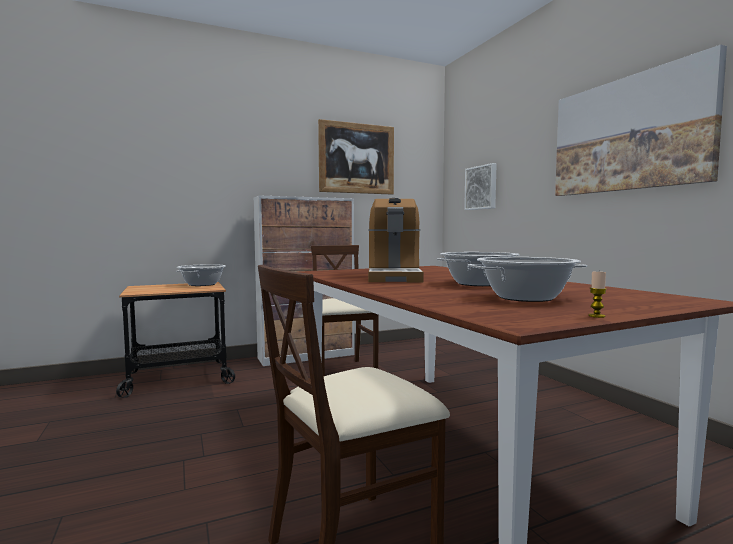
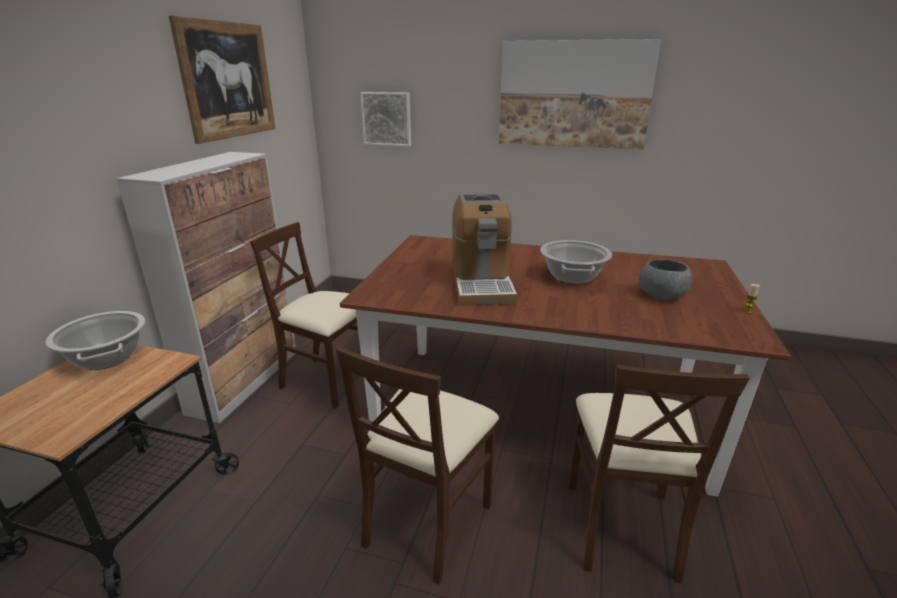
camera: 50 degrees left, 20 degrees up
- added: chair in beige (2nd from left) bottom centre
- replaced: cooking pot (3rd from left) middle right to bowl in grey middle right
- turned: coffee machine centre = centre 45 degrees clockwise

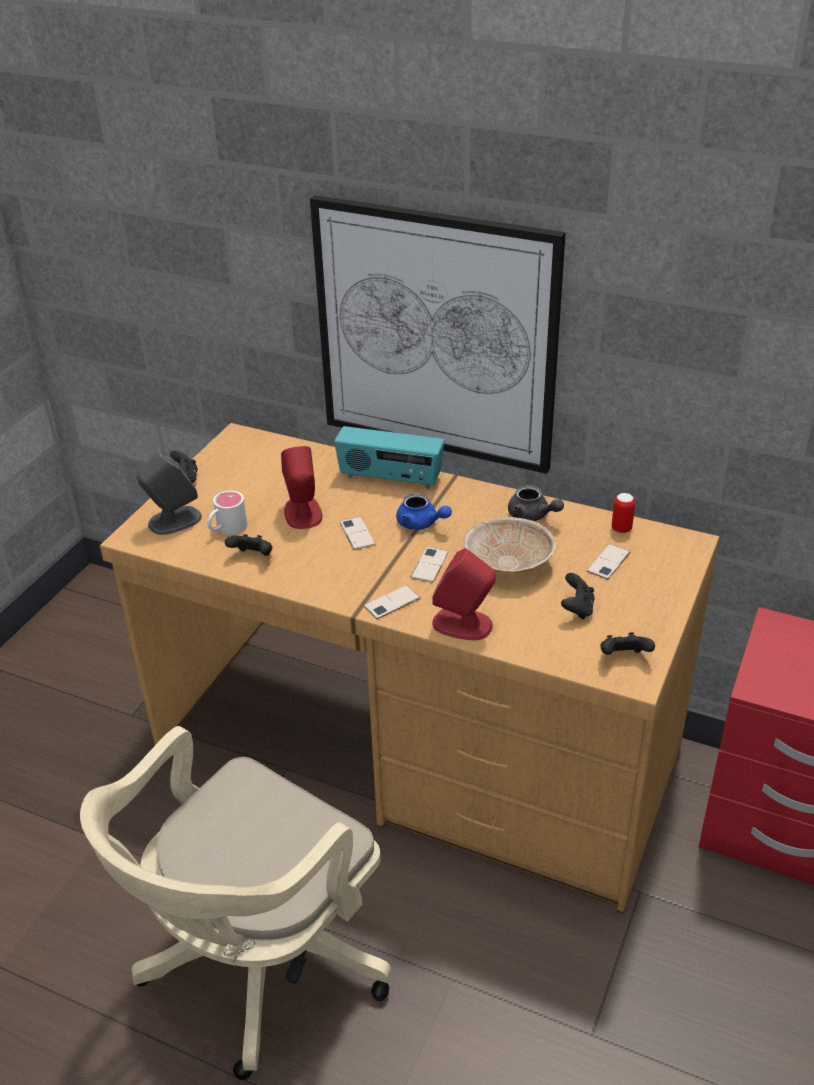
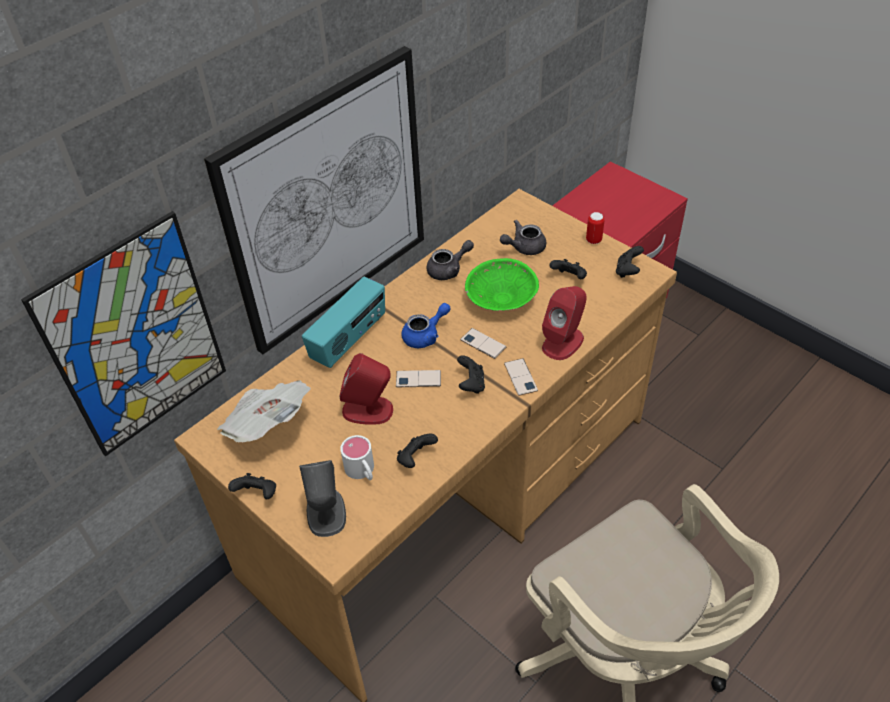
camera: 70 degrees left, 10 degrees up
- added: picture (1st from left) middle left
- added: newspaper middle left
- added: game controller in black (3rd from left) centre
- moved: can middle right to top right
- replaced: phone (4th from left) middle right to teapot in grey (2nd from left) centre
- recoloured: bowl in beige centre to bowl in green centre

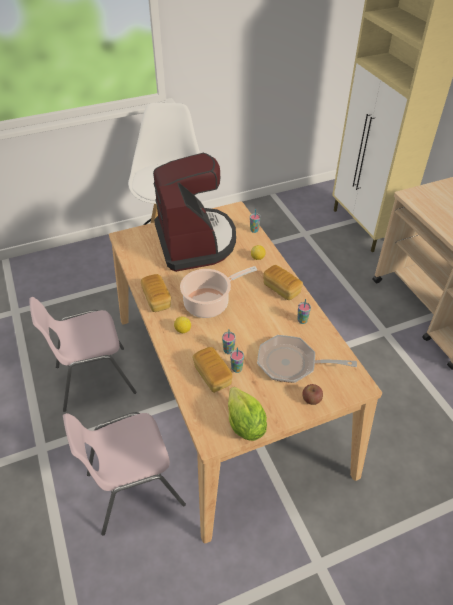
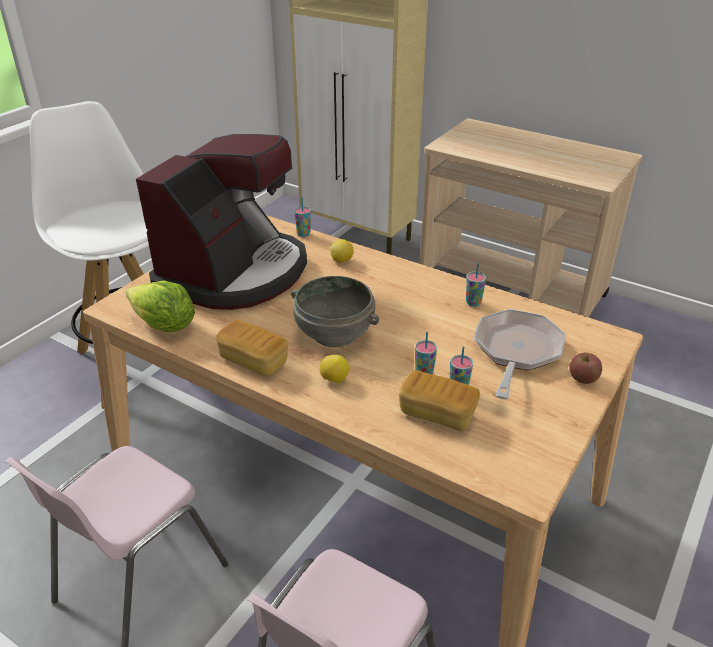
camera: 35 degrees left, 10 degrees down
- removed: bread (3rd from left) centre
- moved: lettuce bottom centre to middle left
- replaced: cooking pot centre to bowl in grey centre
- turned: coffee machine centre = middle left 75 degrees clockwise
- turned: frying pan middle right = middle right 135 degrees clockwise

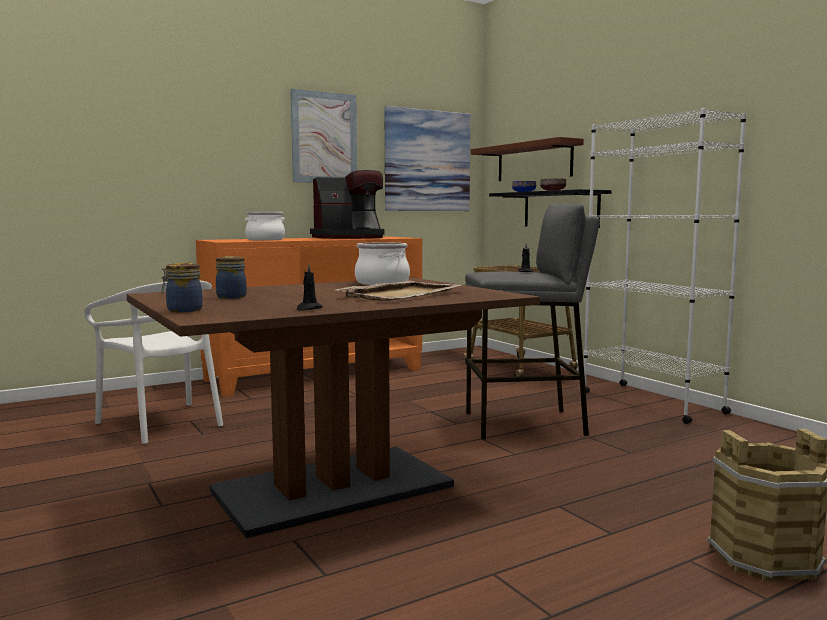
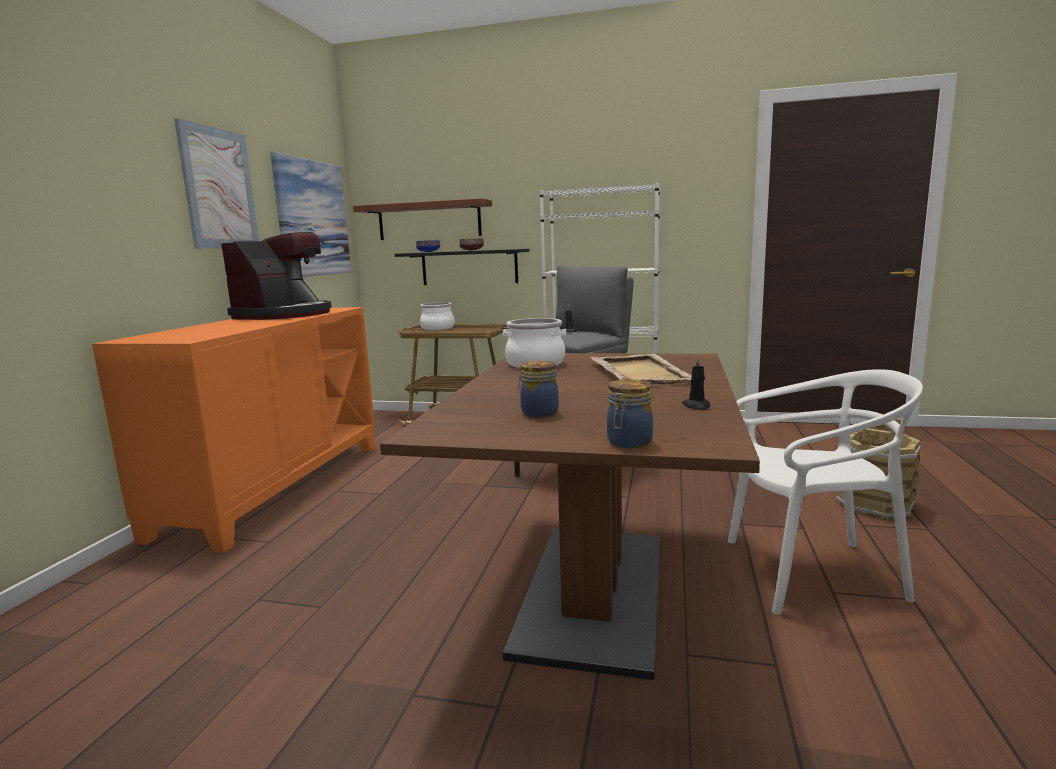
camera: 45 degrees left, 5 degrees up
- moved: chair in white middle left to middle right
- moved: cooking pot (1st from left) middle left to centre

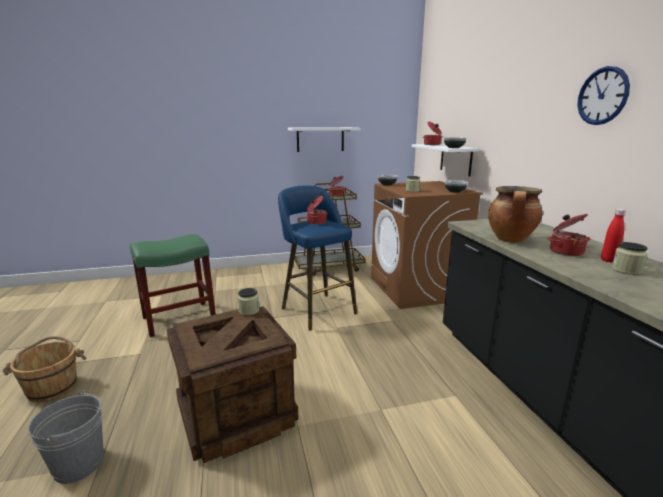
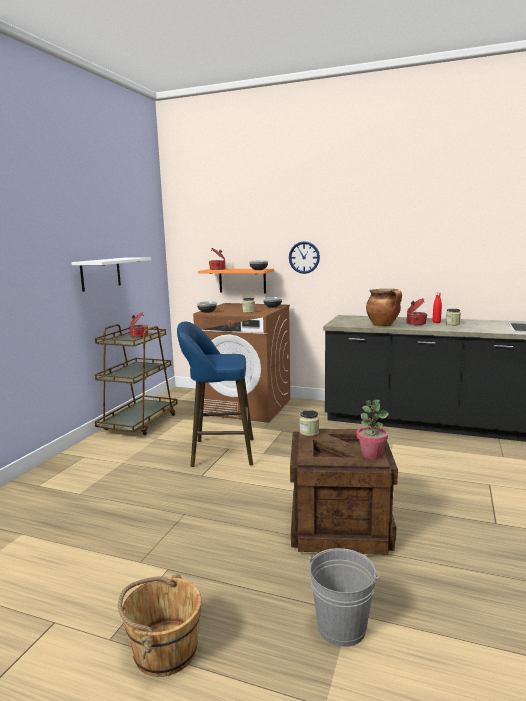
camera: 55 degrees left, 5 degrees down
- removed: stool in green middle left
- removed: cooking pot (1st from left) centre
- added: potted plant middle right
- moved: wall clock top right to centre
- recoloured: shelf in white (2nd from left) top right to shelf in orange centre

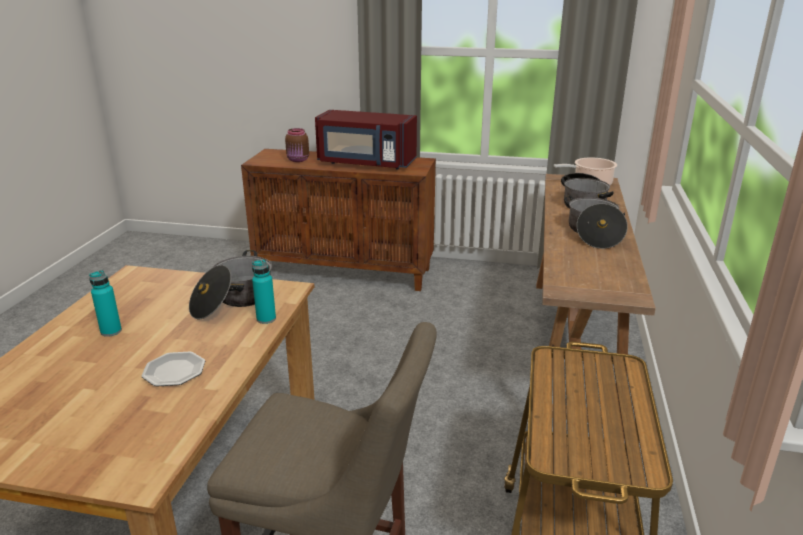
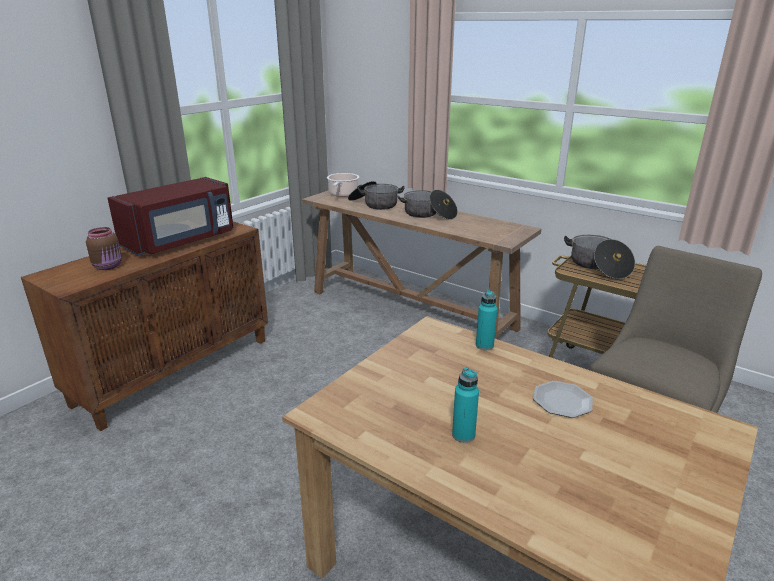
camera: 65 degrees left, 0 degrees up
- moved: cooking pot (1st from left in the first image) middle left to cooking pot (4th from left) middle right

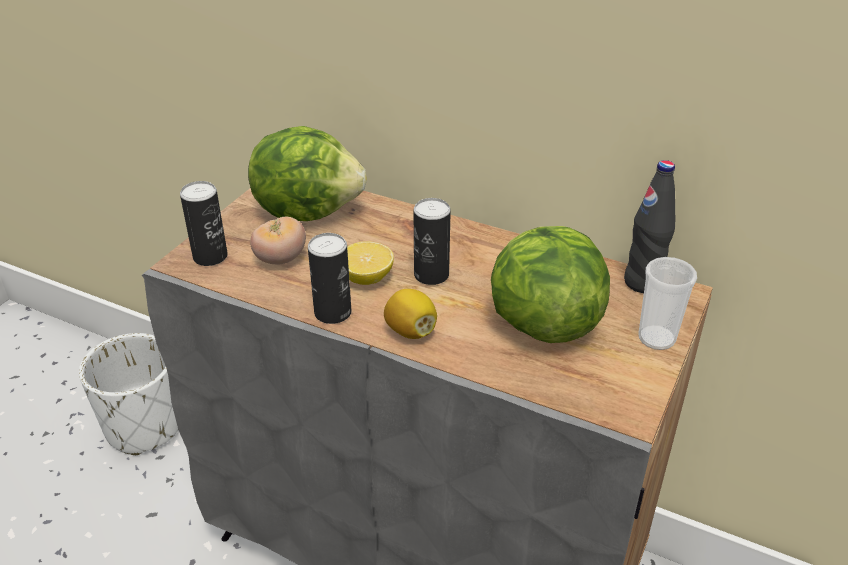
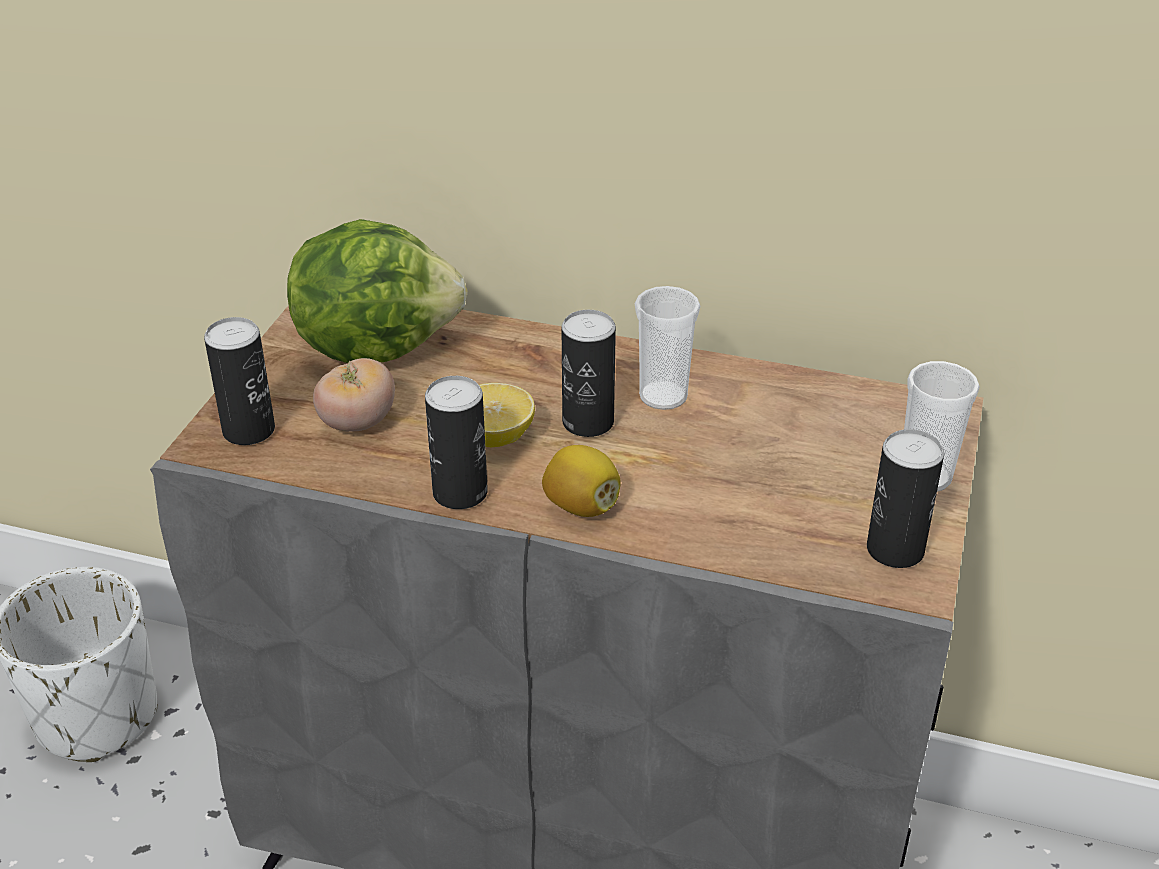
camera: 10 degrees left, 0 degrees up
- removed: lettuce (2nd from left) centre
- removed: bottle in black middle right
- added: cup (1st from left) centre
- added: can (4th from left) middle right

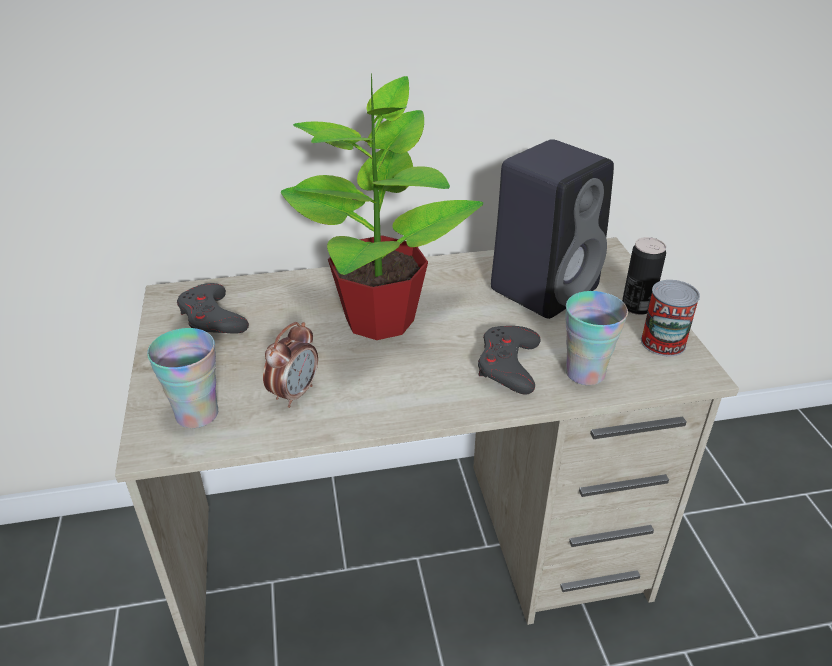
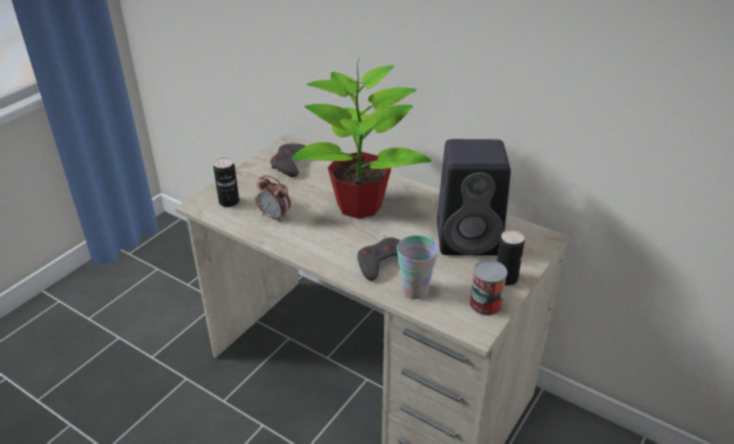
camera: 45 degrees right, 0 degrees up
- replaced: cup (1st from left) middle left to can (1st from left) middle left
- turned: alarm clock centre = centre 45 degrees clockwise

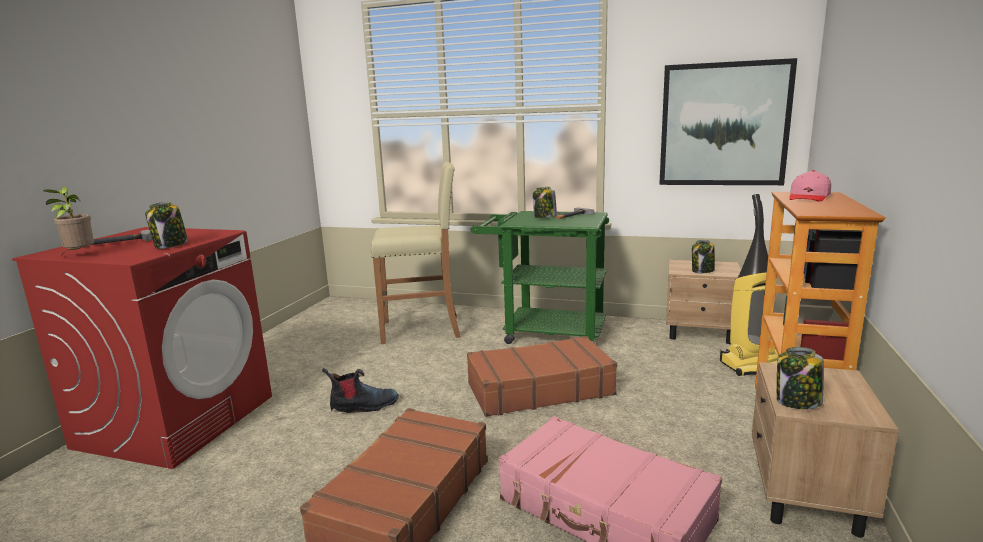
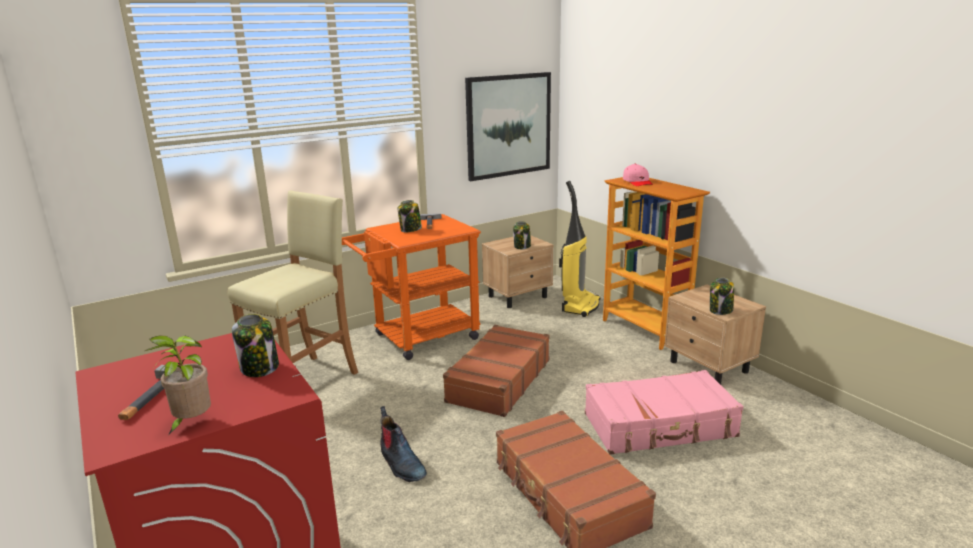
camera: 50 degrees left, 5 degrees up
- recoloured: cart in green centre to cart in orange centre
- turned: boot bottom centre = bottom centre 120 degrees clockwise

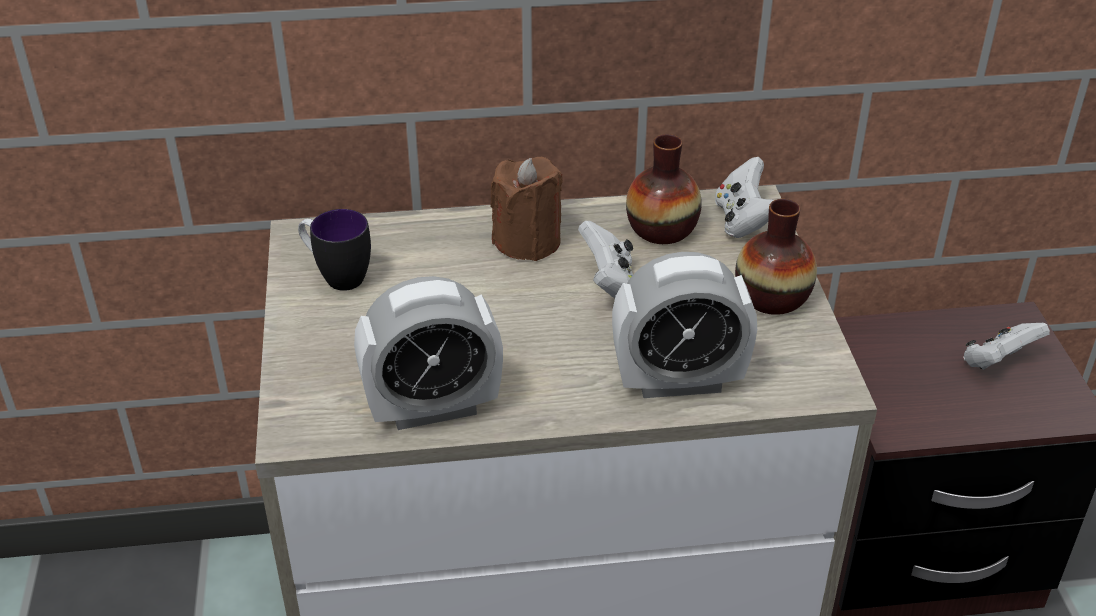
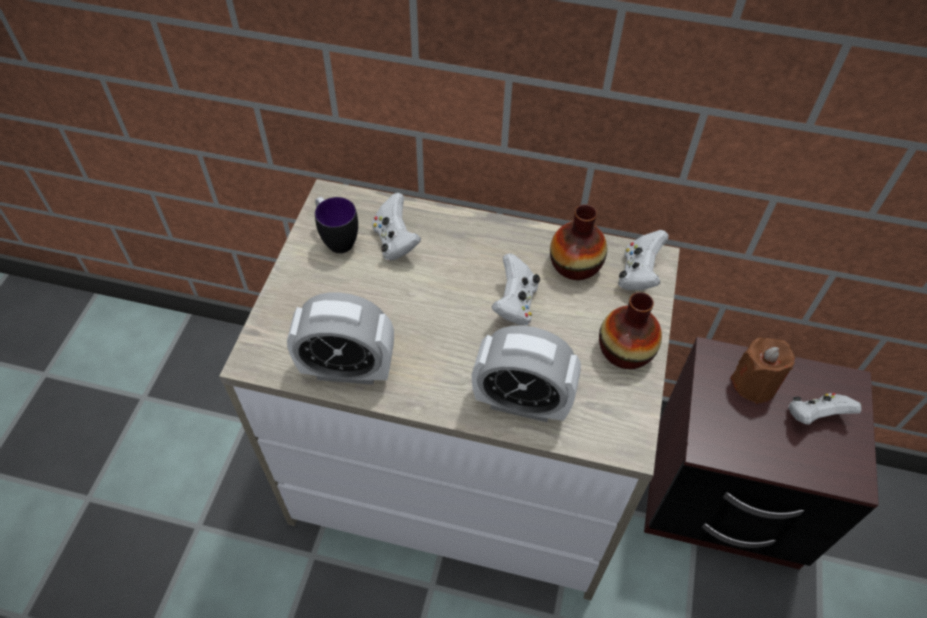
camera: 20 degrees right, 15 degrees up
- added: game controller in white (1st from left) centre
- moved: candle in brown centre to middle right

